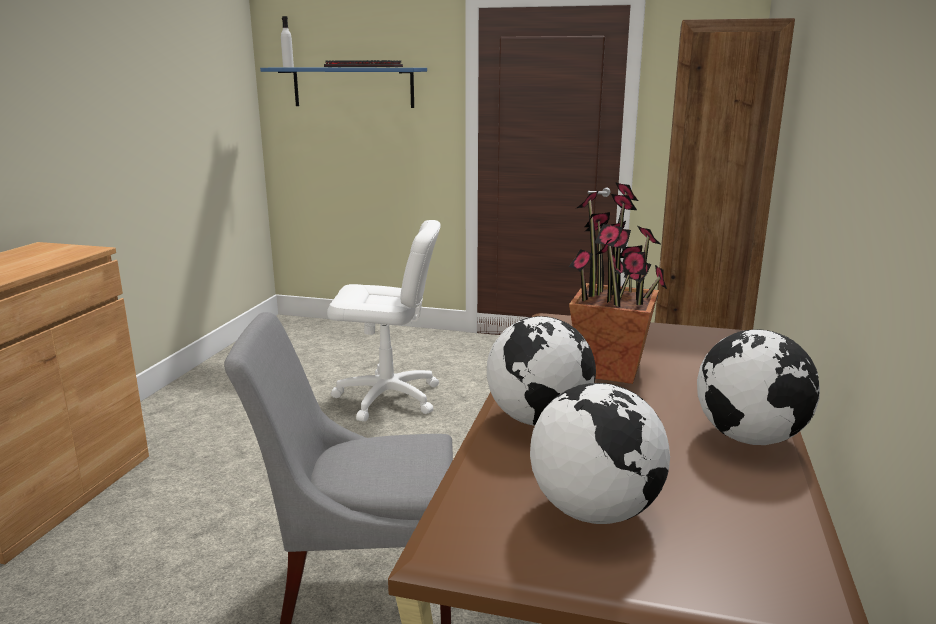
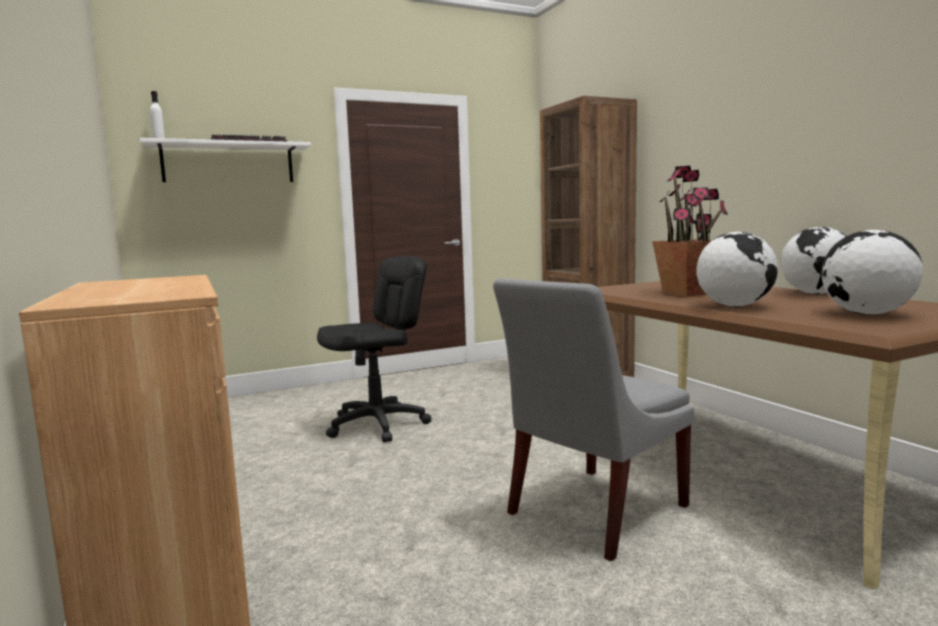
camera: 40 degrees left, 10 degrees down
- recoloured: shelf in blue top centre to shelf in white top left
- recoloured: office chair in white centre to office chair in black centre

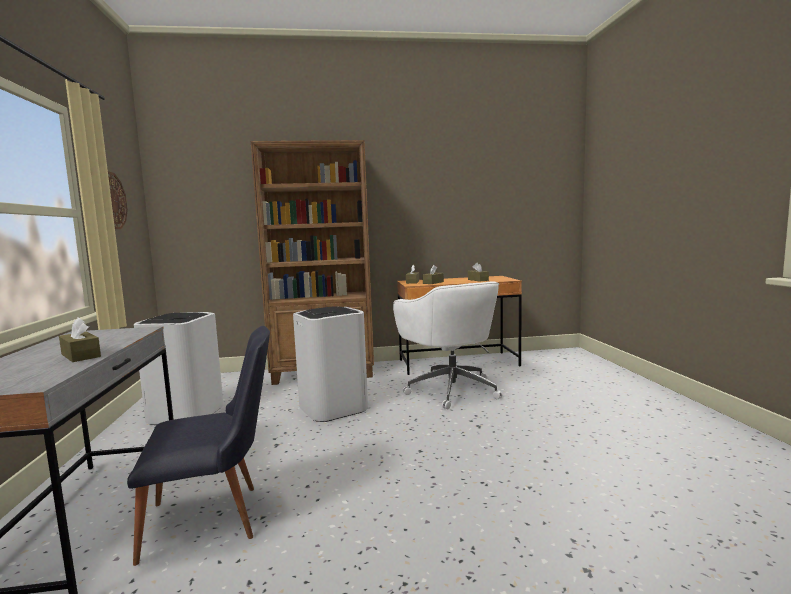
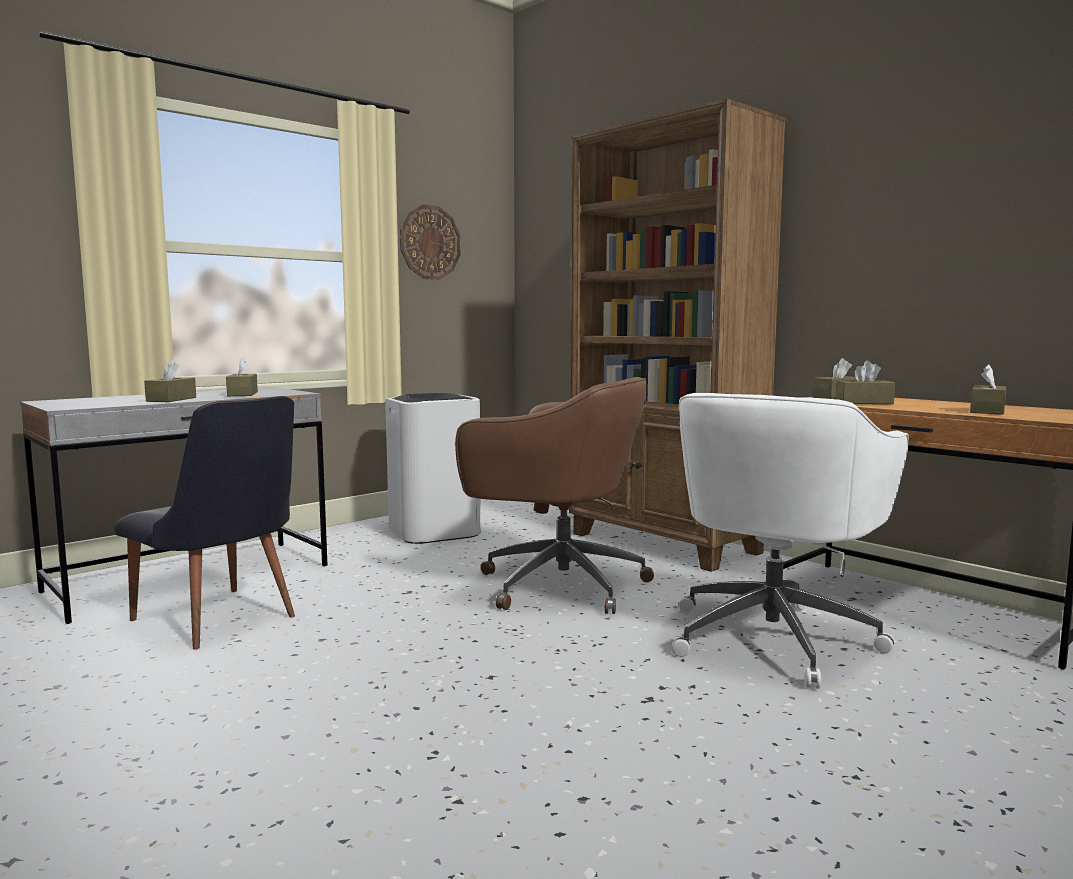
camera: 55 degrees right, 0 degrees up
- added: tissue box in brown (2nd from left) middle left
- replaced: trash can in white (2nd from left) centre to office chair in brown centre

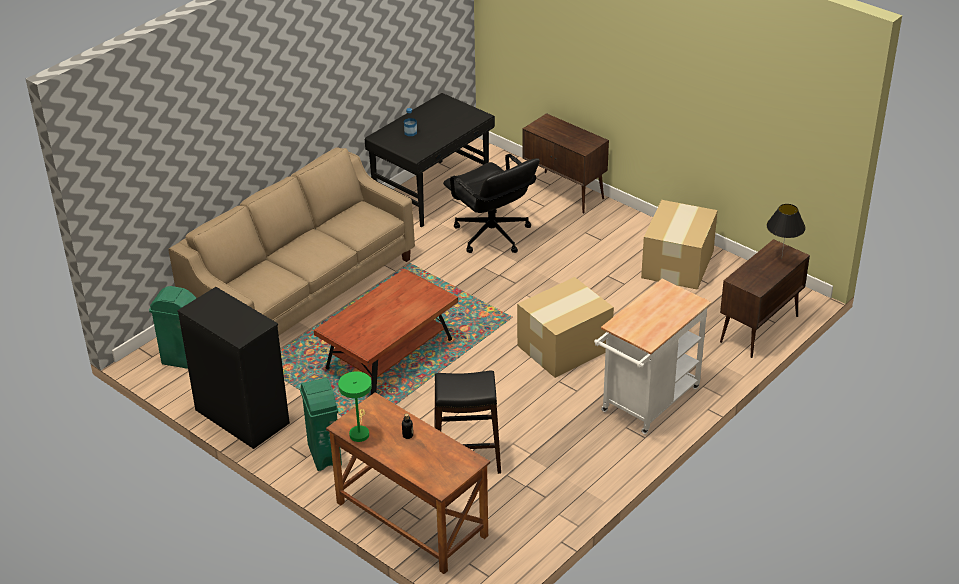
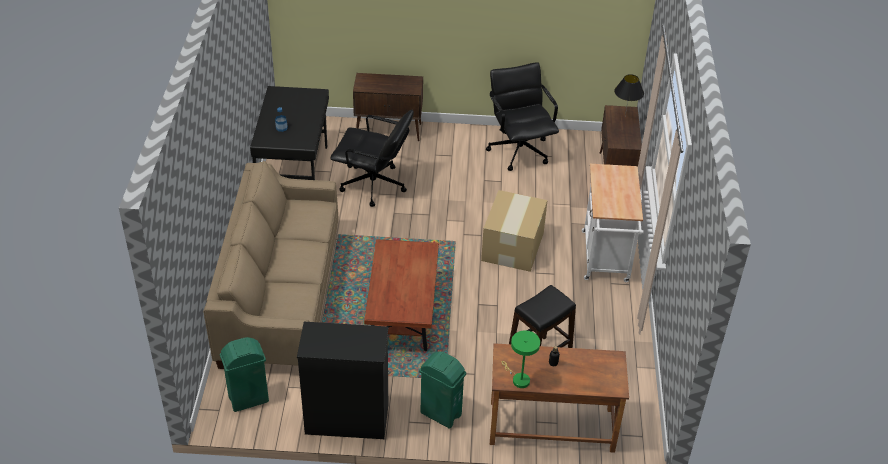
camera: 40 degrees left, 5 degrees up
- replaced: cardboard box (2nd from left) middle right to office chair in black (2nd from left) top centre

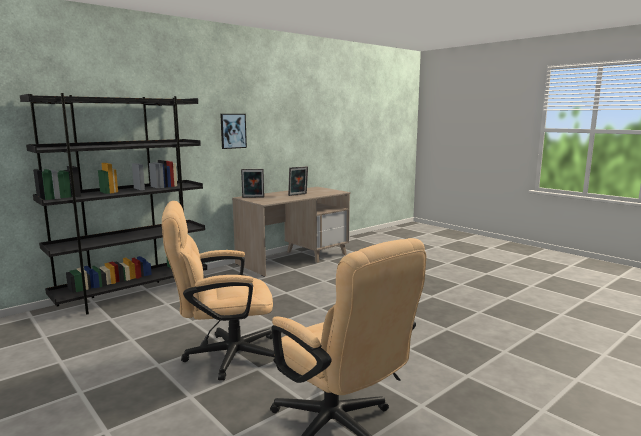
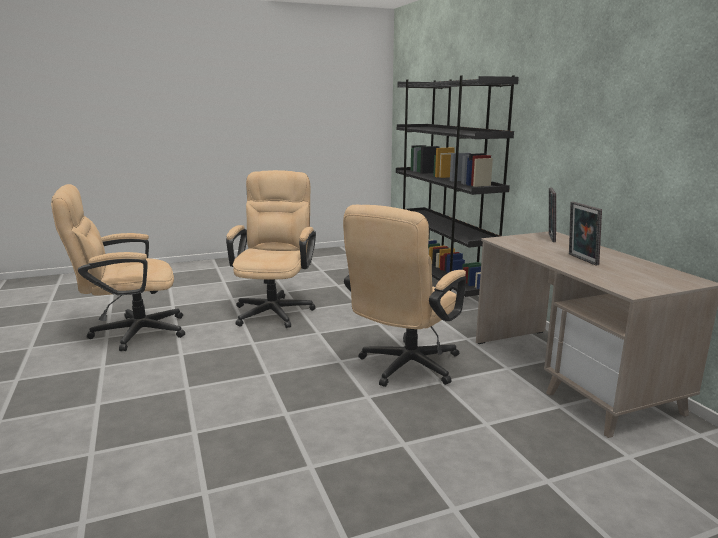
camera: 110 degrees right, 5 degrees up
- removed: picture top centre
- added: office chair in beige (3rd from left) centre

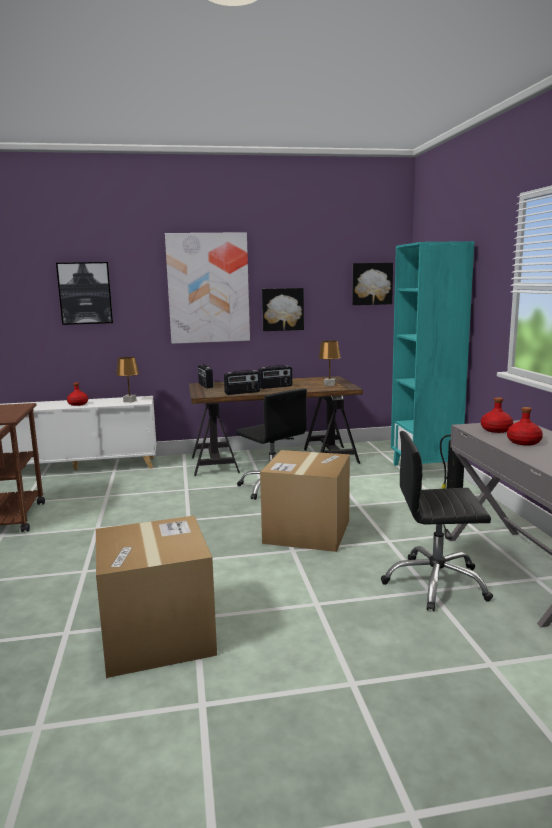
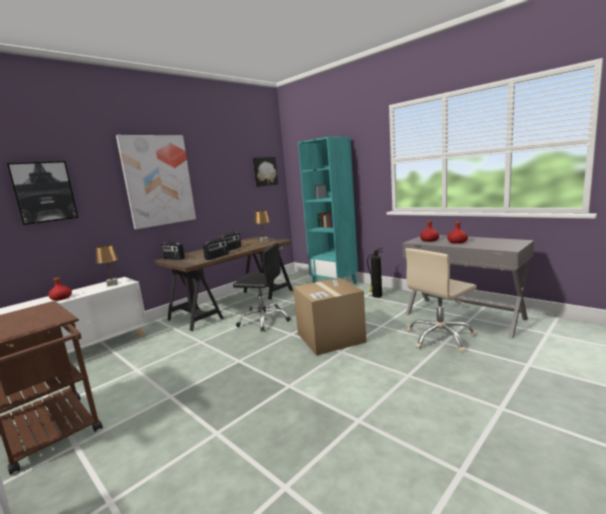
camera: 35 degrees left, 0 degrees up
- removed: cardboard box (1st from left) bottom left
- removed: picture (3rd from left) centre
- recoloured: office chair in black (2nd from left) middle right to office chair in beige middle right

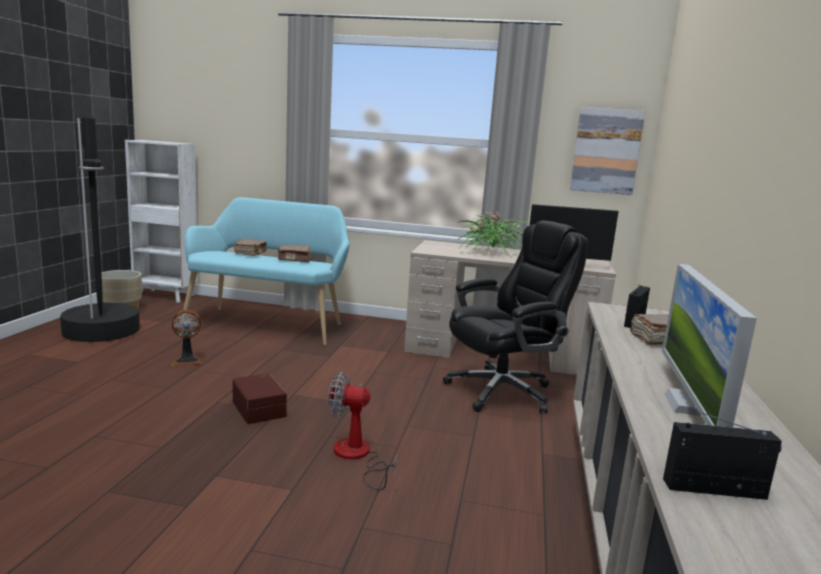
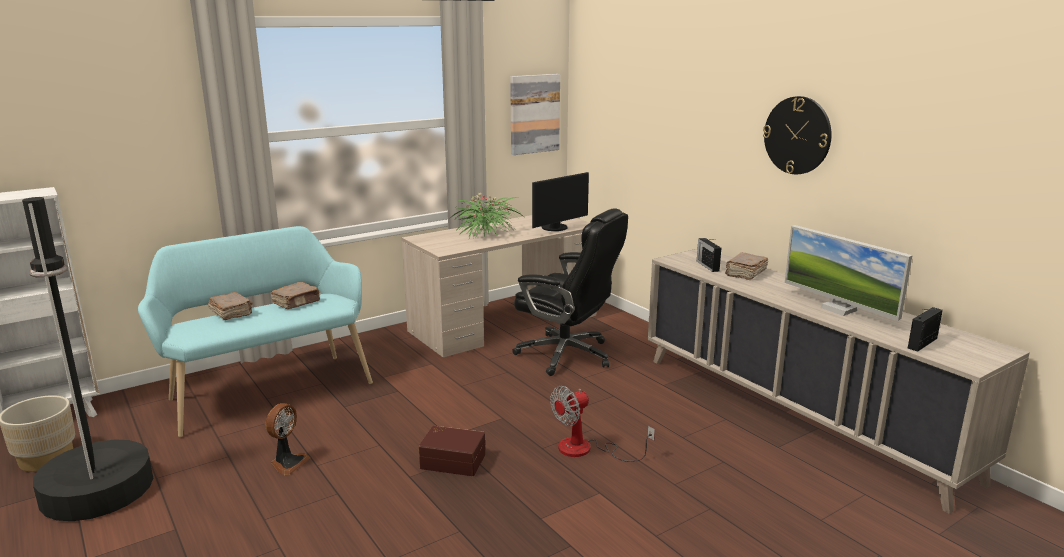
camera: 45 degrees left, 5 degrees up
- added: wall clock top right
- turned: office chair in black centre = centre 105 degrees clockwise

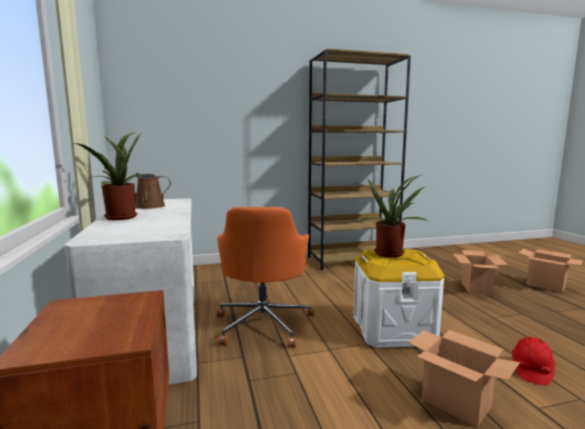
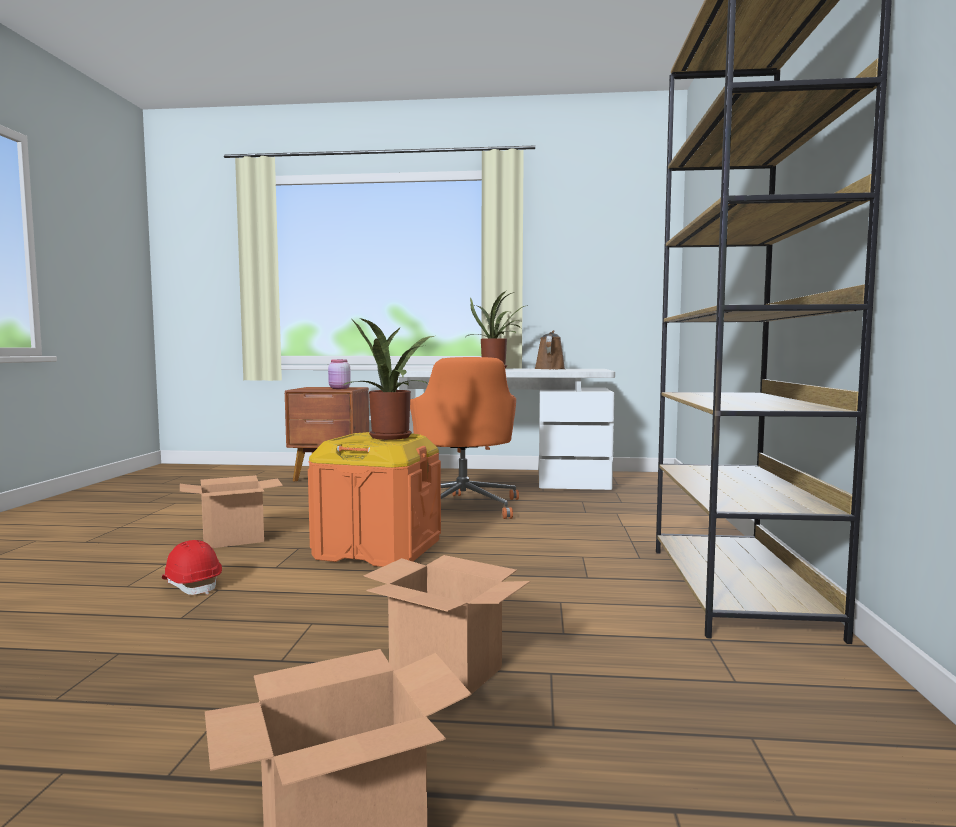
camera: 110 degrees right, 5 degrees down
- added: jar in pink centre
- recoloured: storage box in white bottom right to storage box in orange centre
- turned: office chair in orange centre = centre 120 degrees counterclockwise

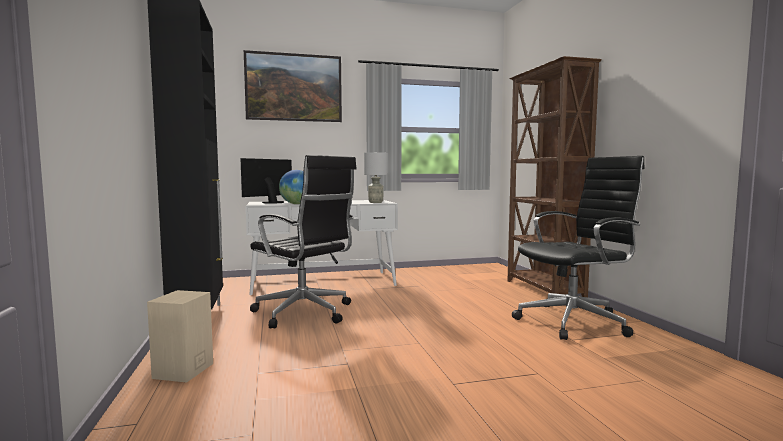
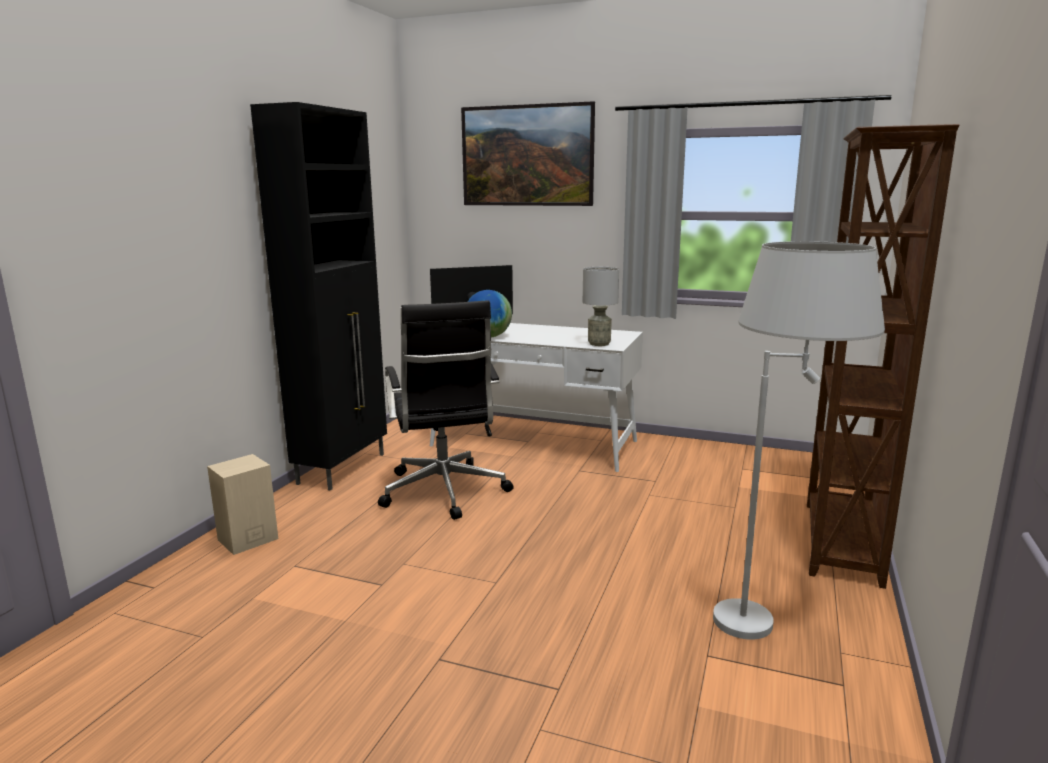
camera: 35 degrees right, 10 degrees up
- replaced: office chair in black (2nd from left) middle right to floor lamp in white middle right

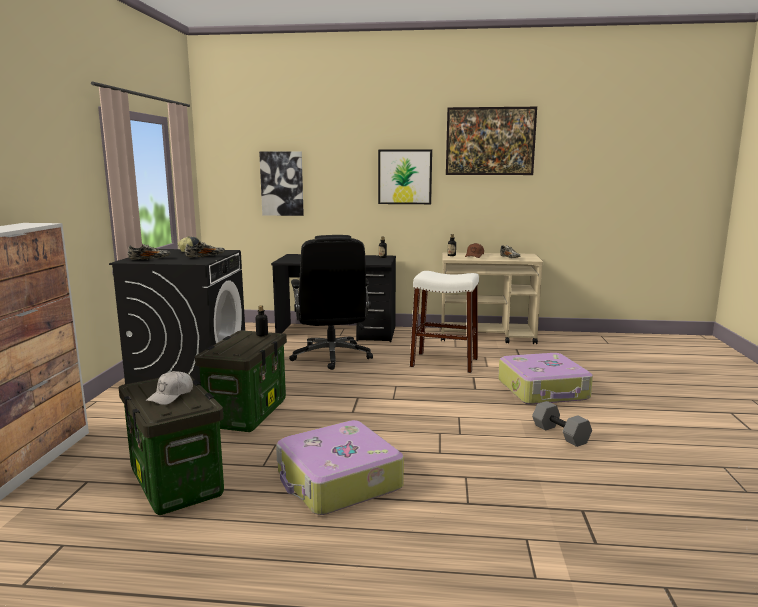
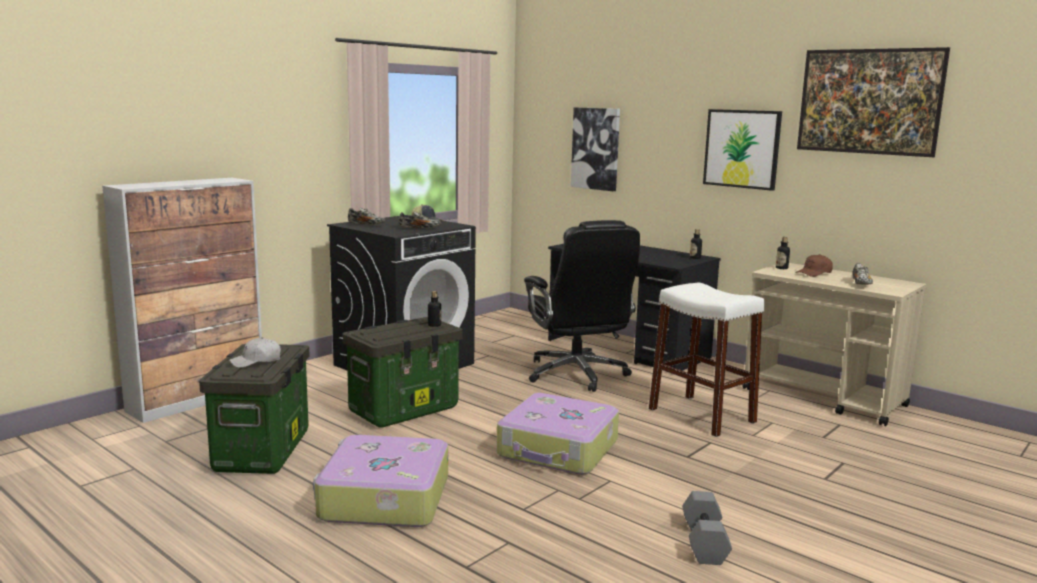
camera: 35 degrees right, 0 degrees up
- moved: suitcase (2nd from left) middle right to bottom centre
- turned: office chair in black centre = centre 45 degrees counterclockwise

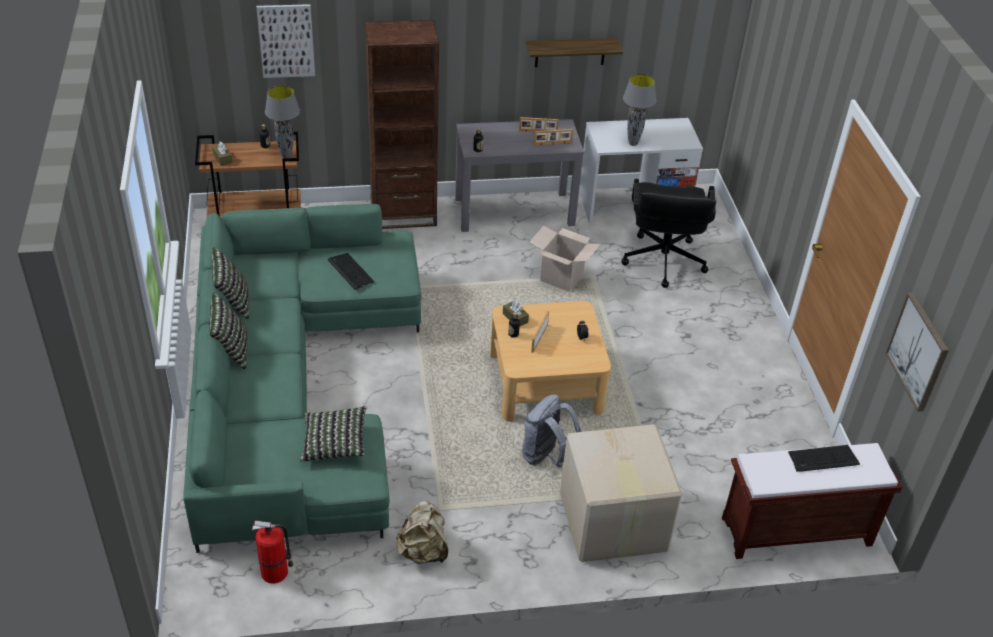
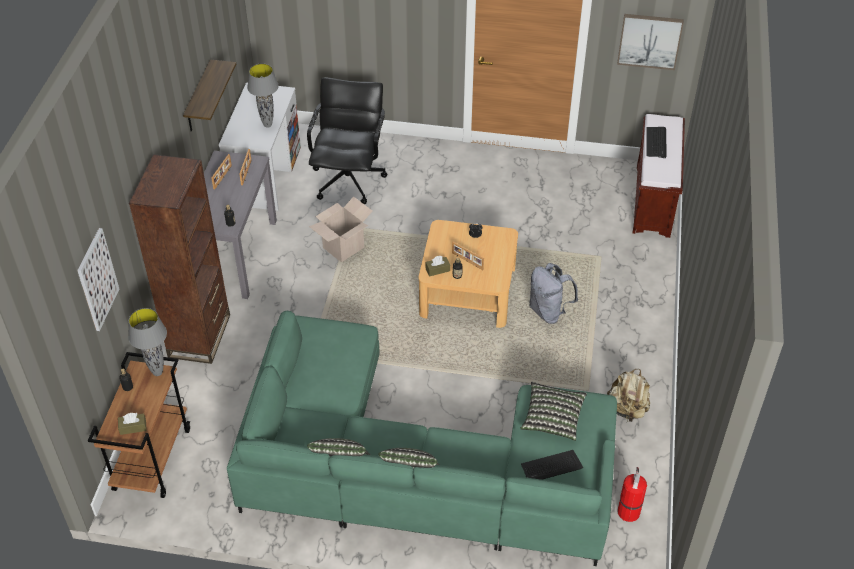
camera: 70 degrees left, 5 degrees up
- removed: cardboard box (2nd from left) bottom centre
- moved: keyboard (1st from left) centre to bottom centre
- turned: office chair in black middle right = top centre 105 degrees counterclockwise

